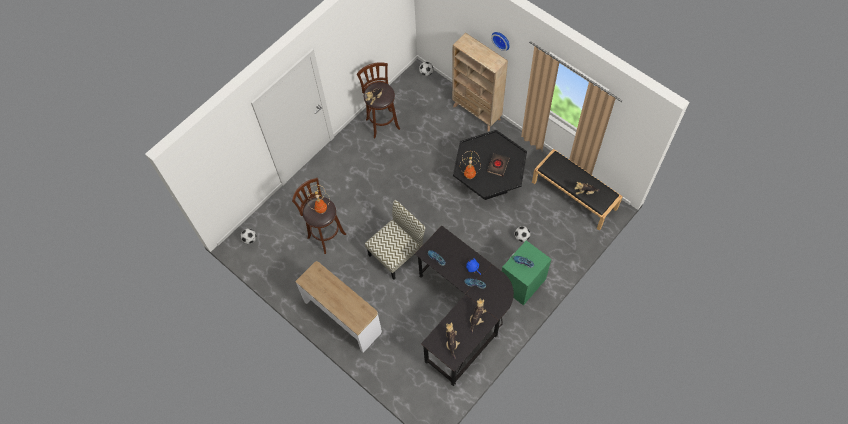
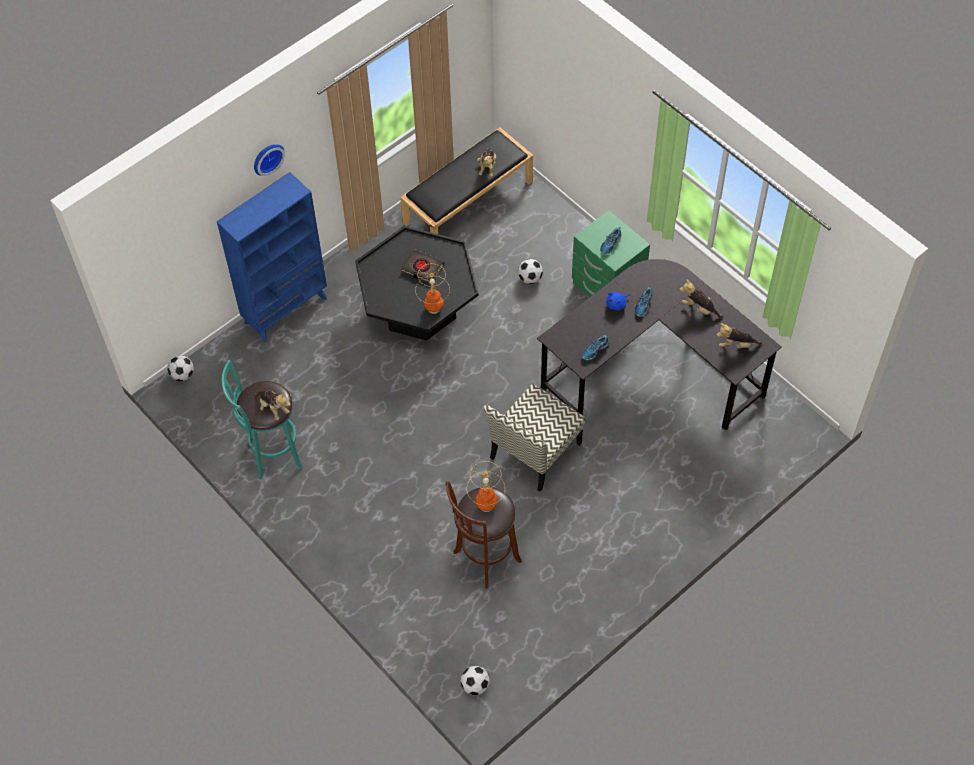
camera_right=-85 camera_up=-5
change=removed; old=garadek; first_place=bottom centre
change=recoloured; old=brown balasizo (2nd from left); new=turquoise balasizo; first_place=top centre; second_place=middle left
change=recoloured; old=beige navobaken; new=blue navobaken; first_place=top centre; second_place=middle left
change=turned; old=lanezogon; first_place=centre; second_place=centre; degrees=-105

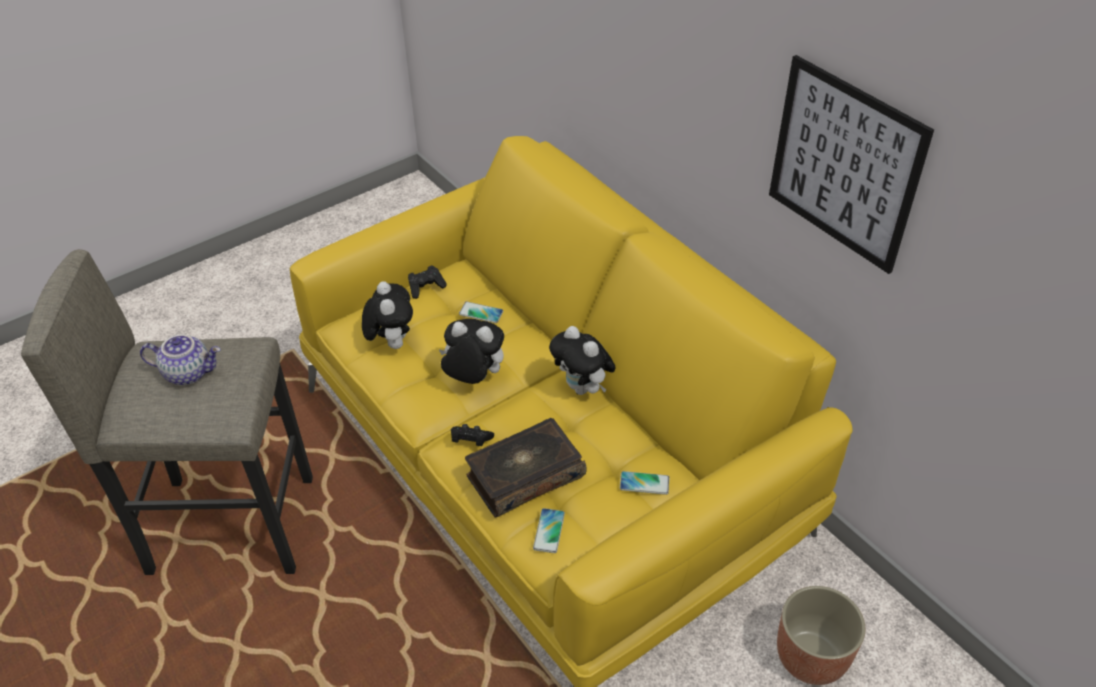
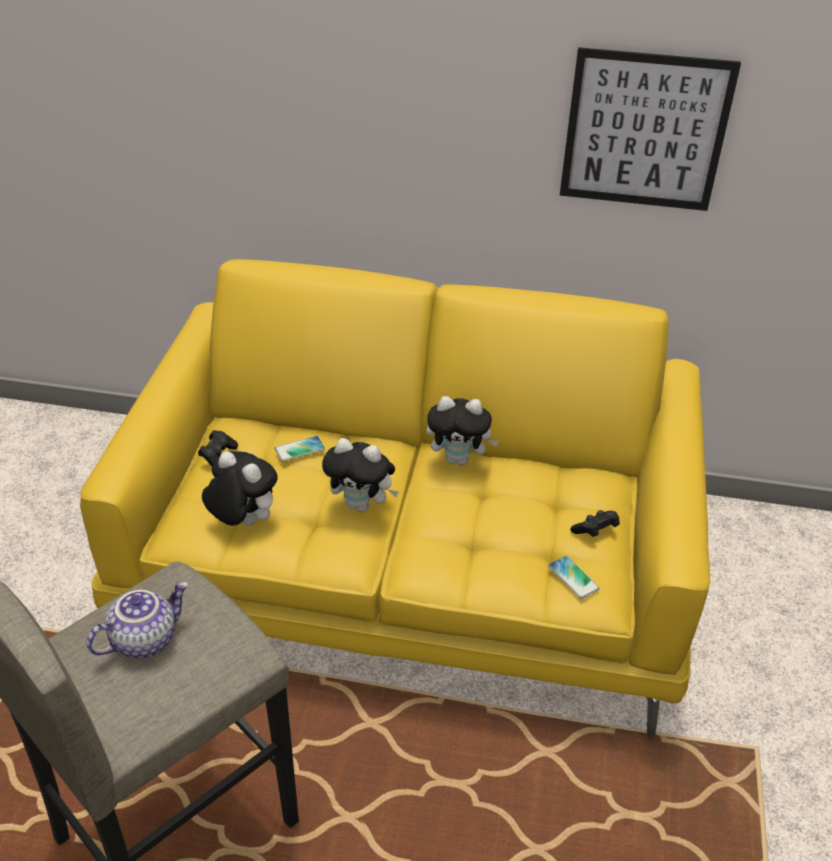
camera_right=-45 camera_up=-5
change=removed; old=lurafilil; first_place=bottom centre
change=removed; old=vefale (3rd from left); first_place=bottom centre
change=removed; old=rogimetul; first_place=bottom right
change=moved; old=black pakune (2nd from left); first_place=centre; second_place=middle right
change=turned; old=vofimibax (2nd from left); first_place=centre; second_place=centre; degrees=-135

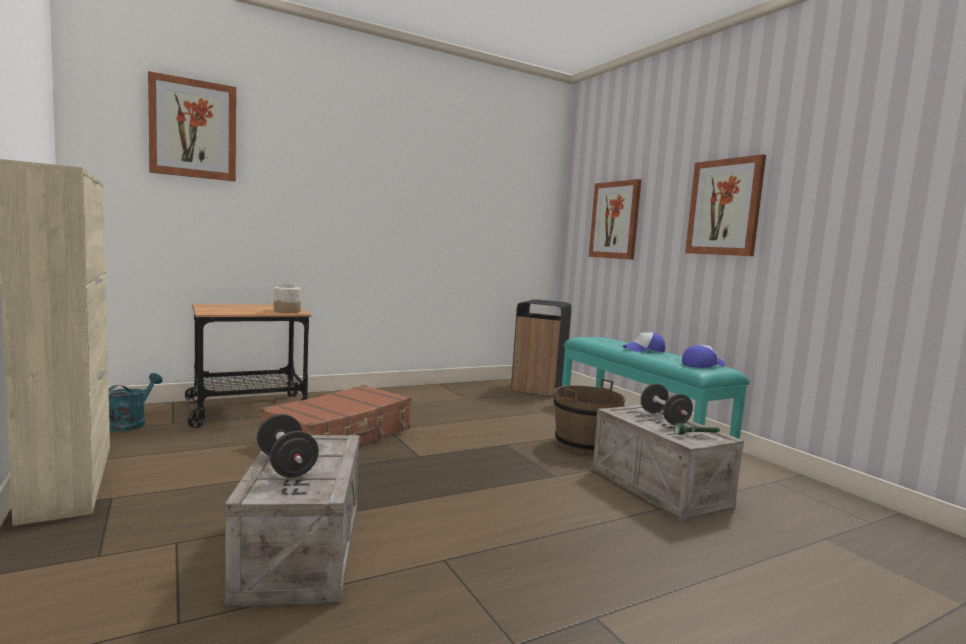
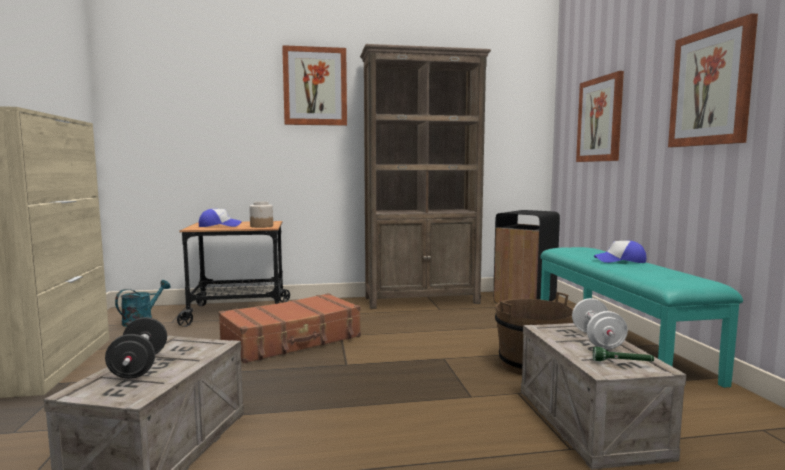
camera_right=20 camera_up=0
change=added; new=brown navobaken; second_place=centre
change=moved; old=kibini (1st from left); first_place=top left; second_place=top centre
change=moved; old=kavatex (2nd from left in the first image); new=kavatex (1st from left); first_place=middle right; second_place=middle left
change=recoloured; old=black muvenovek (2nd from left); new=white muvenovek; first_place=middle right; second_place=bottom right

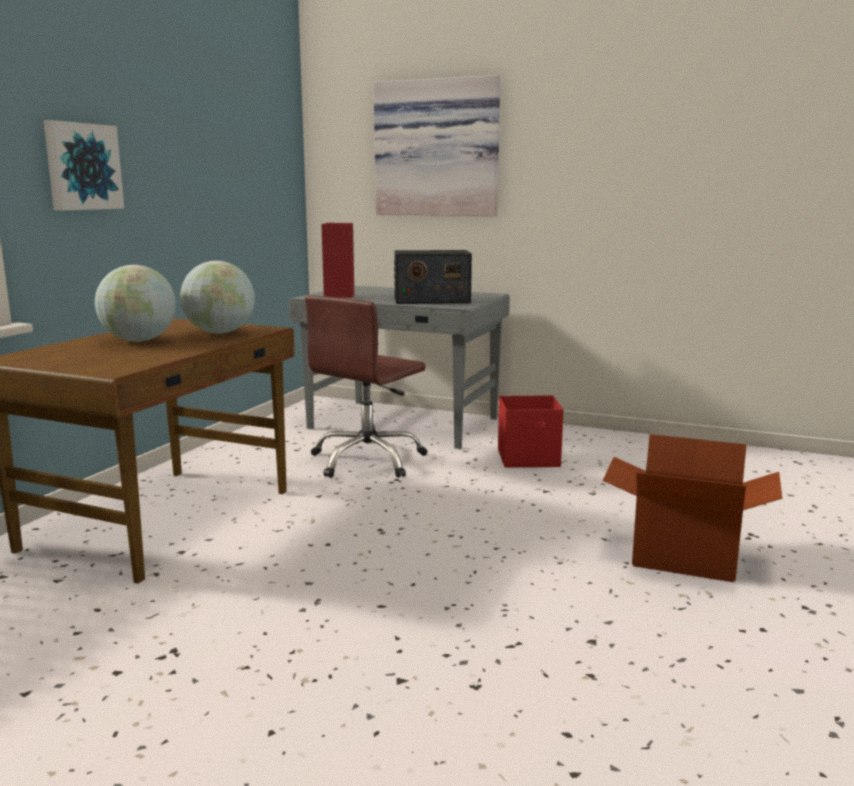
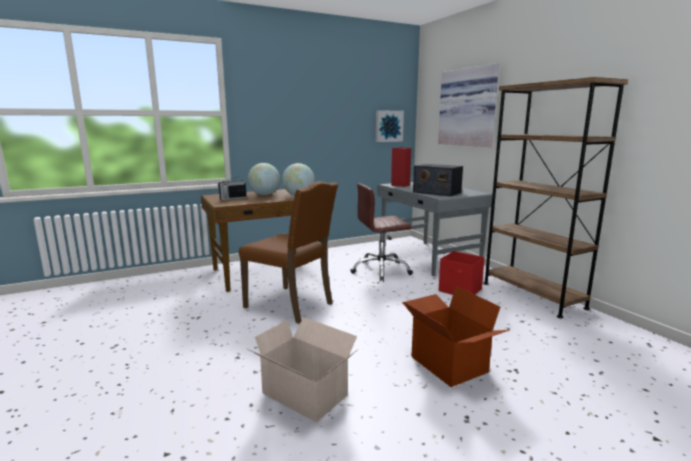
camera_right=40 camera_up=0
change=added; new=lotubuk (1st from left); second_place=centre
change=added; new=brown lanezogon; second_place=centre
change=added; new=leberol (1st from left); second_place=bottom centre
change=added; new=brown navobaken; second_place=middle right
change=moved; old=kibini (1st from left); first_place=top left; second_place=top centre

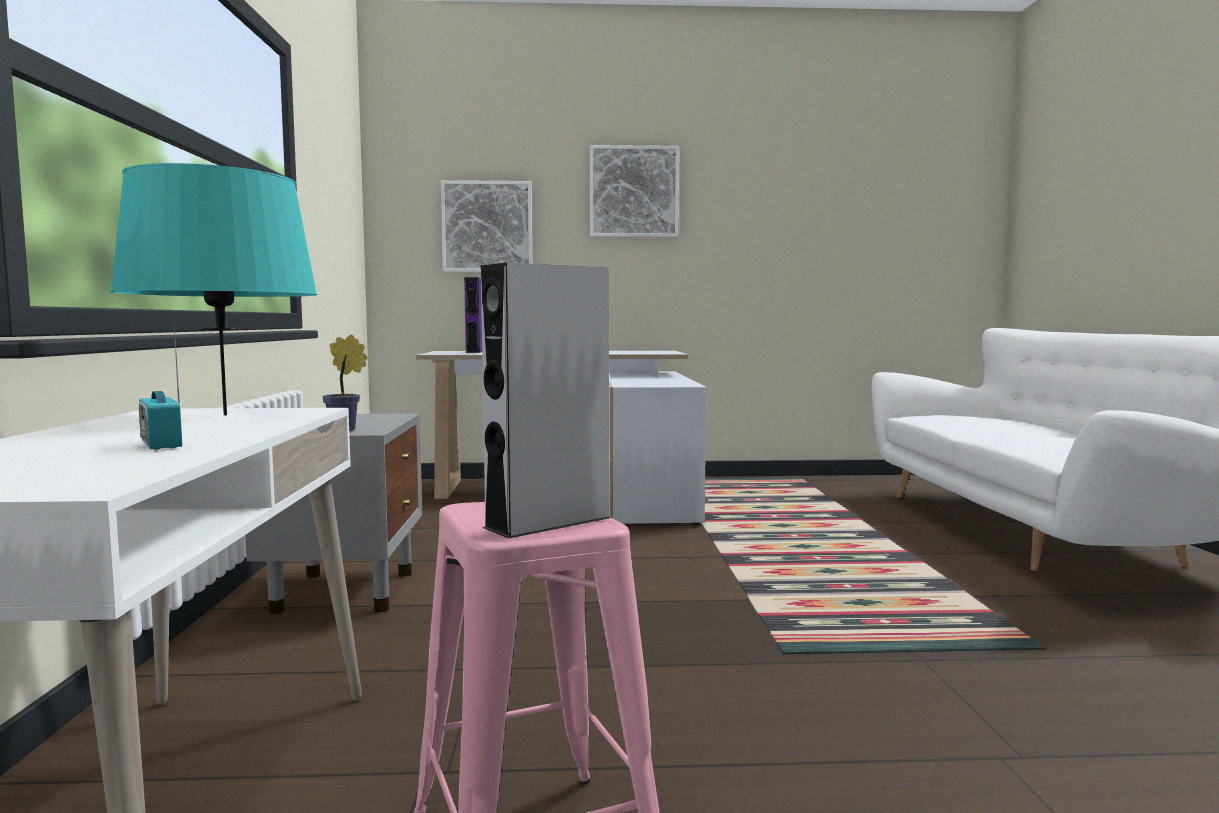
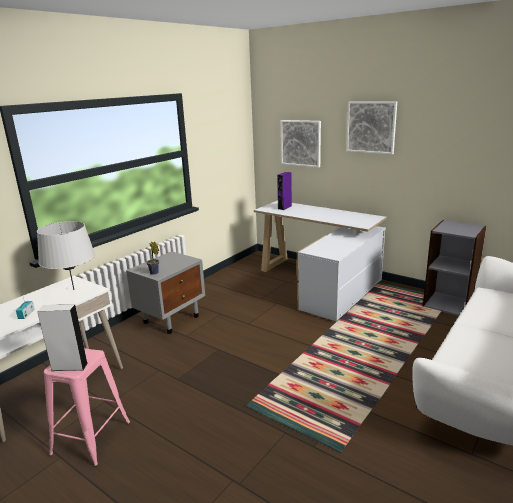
camera_right=40 camera_up=15
change=added; new=grey navobaken; second_place=middle right
change=recoloured; old=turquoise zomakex; new=grey zomakex; first_place=middle left; second_place=middle left

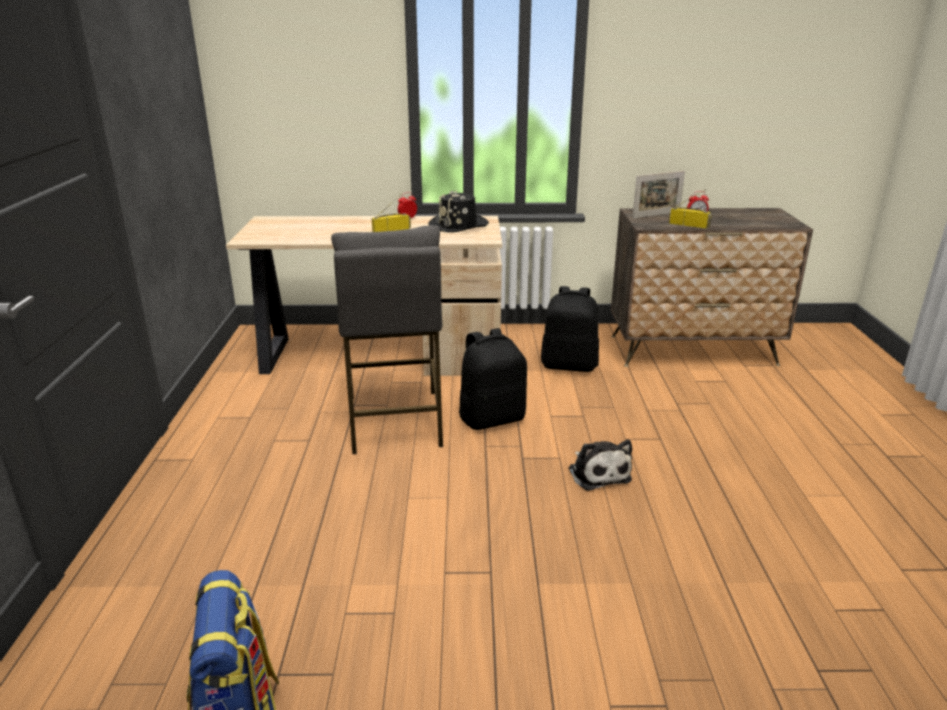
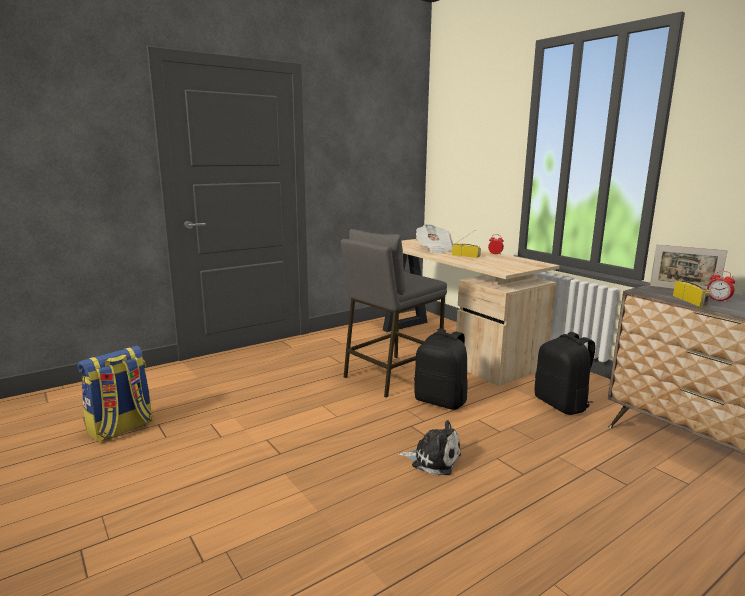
camera_right=55 camera_up=-10
change=removed; old=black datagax; first_place=top centre
change=added; new=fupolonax; second_place=centre
change=turned; old=vofimibax; first_place=centre; second_place=bottom centre; degrees=-105

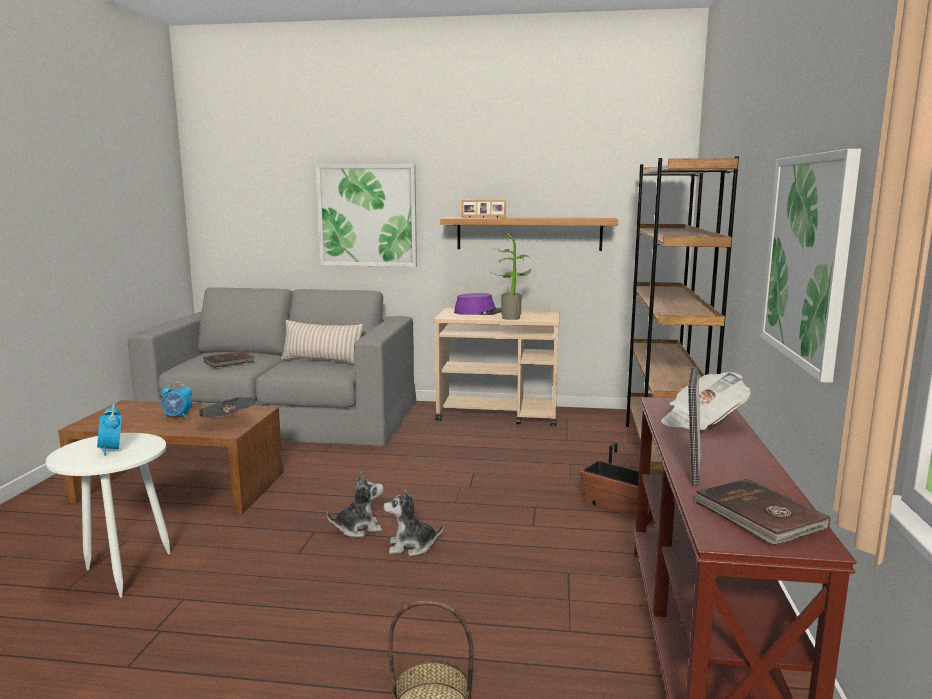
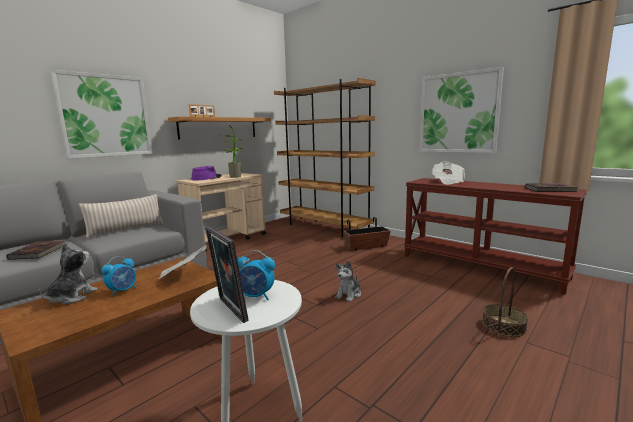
camera_right=-55 camera_up=0
change=moved; old=vofimibax (1st from left); first_place=bottom centre; second_place=middle left
change=moved; old=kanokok (2nd from left); first_place=middle right; second_place=centre

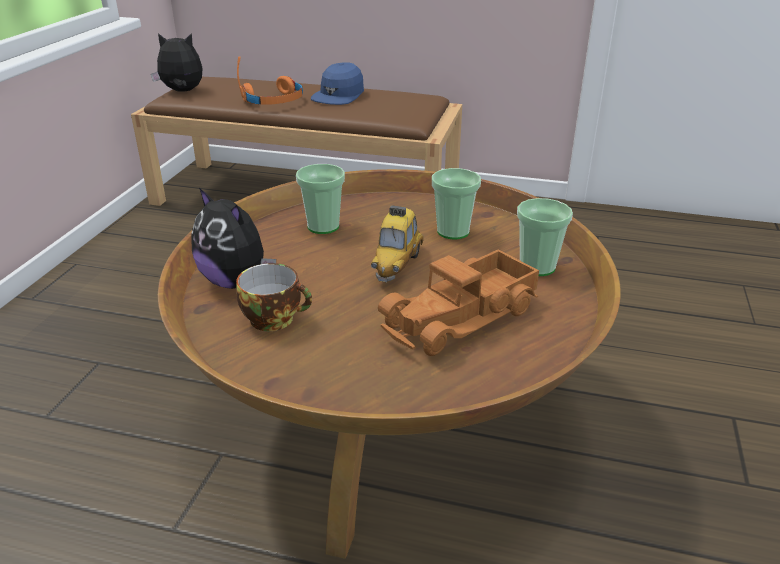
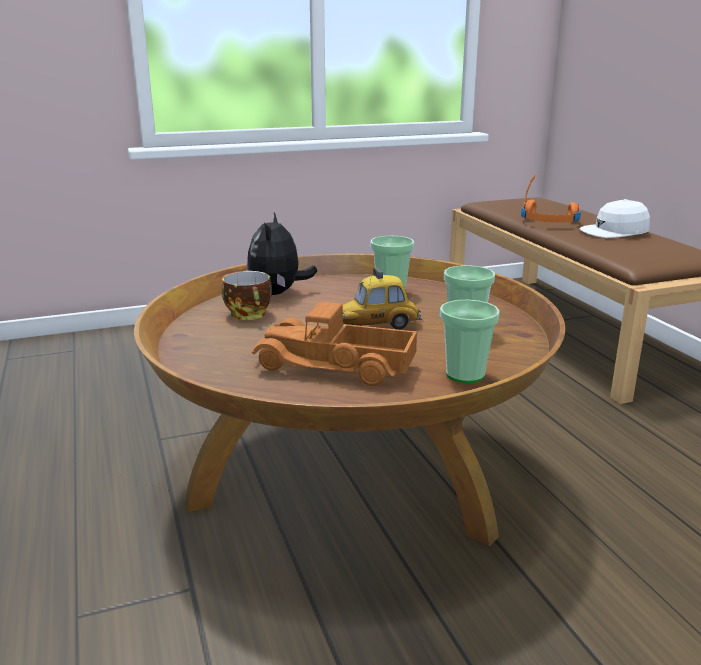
camera_right=55 camera_up=-10
change=removed; old=vofimibax (1st from left); first_place=top left
change=recoloured; old=blue kavatex; new=white kavatex; first_place=top centre; second_place=top right

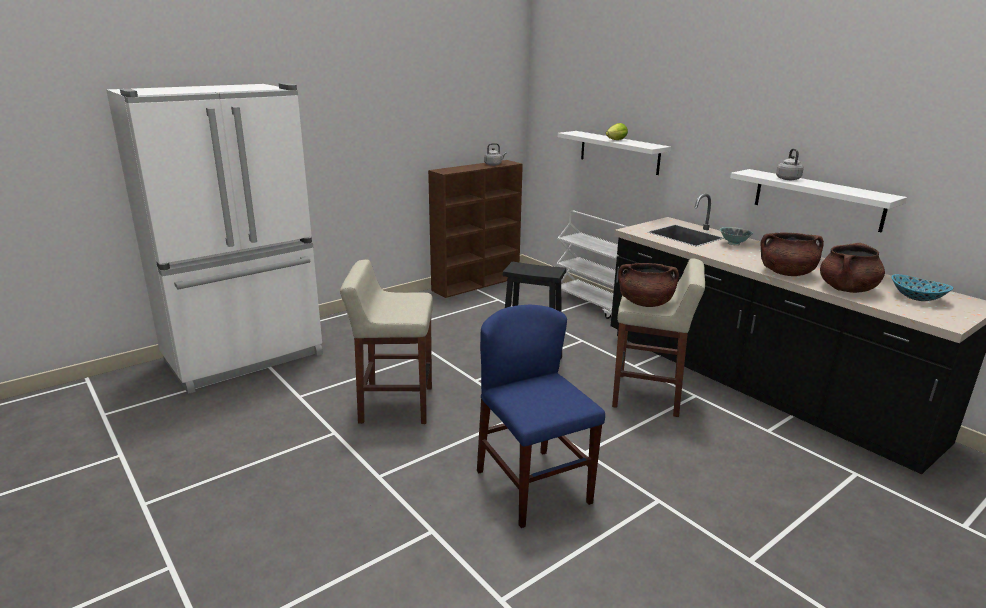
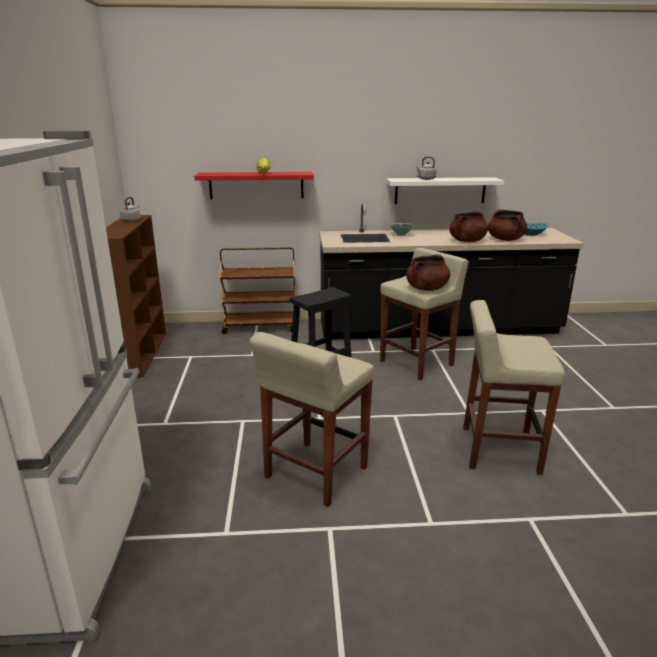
camera_right=-55 camera_up=0
change=replaced; old=blue lanezogon; new=beige balasizo (3rd from left); first_place=bottom centre; second_place=middle right
change=recoloured; old=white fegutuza; new=brown fegutuza; first_place=centre; second_place=centre
change=recoloured; old=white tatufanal (1st from left); new=red tatufanal; first_place=top centre; second_place=top centre

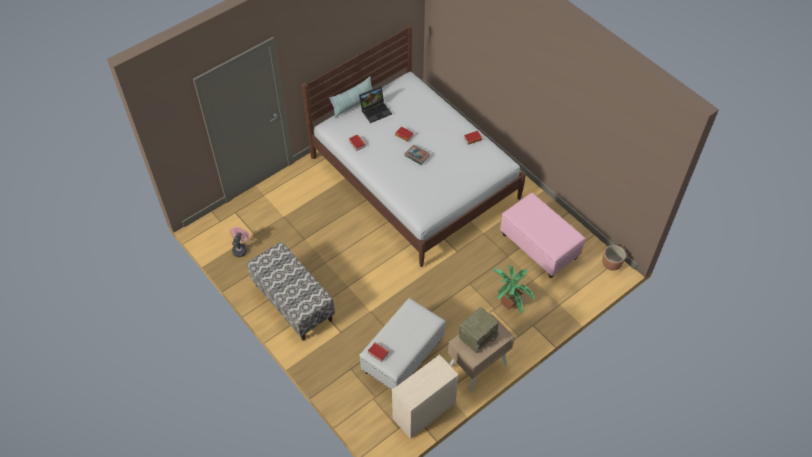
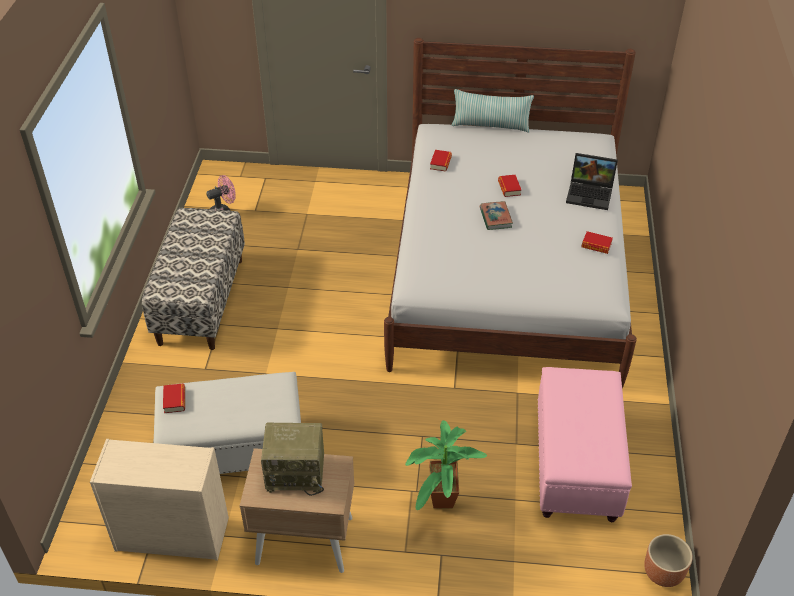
camera_right=45 camera_up=-10
change=moved; old=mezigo; first_place=top centre; second_place=top right

